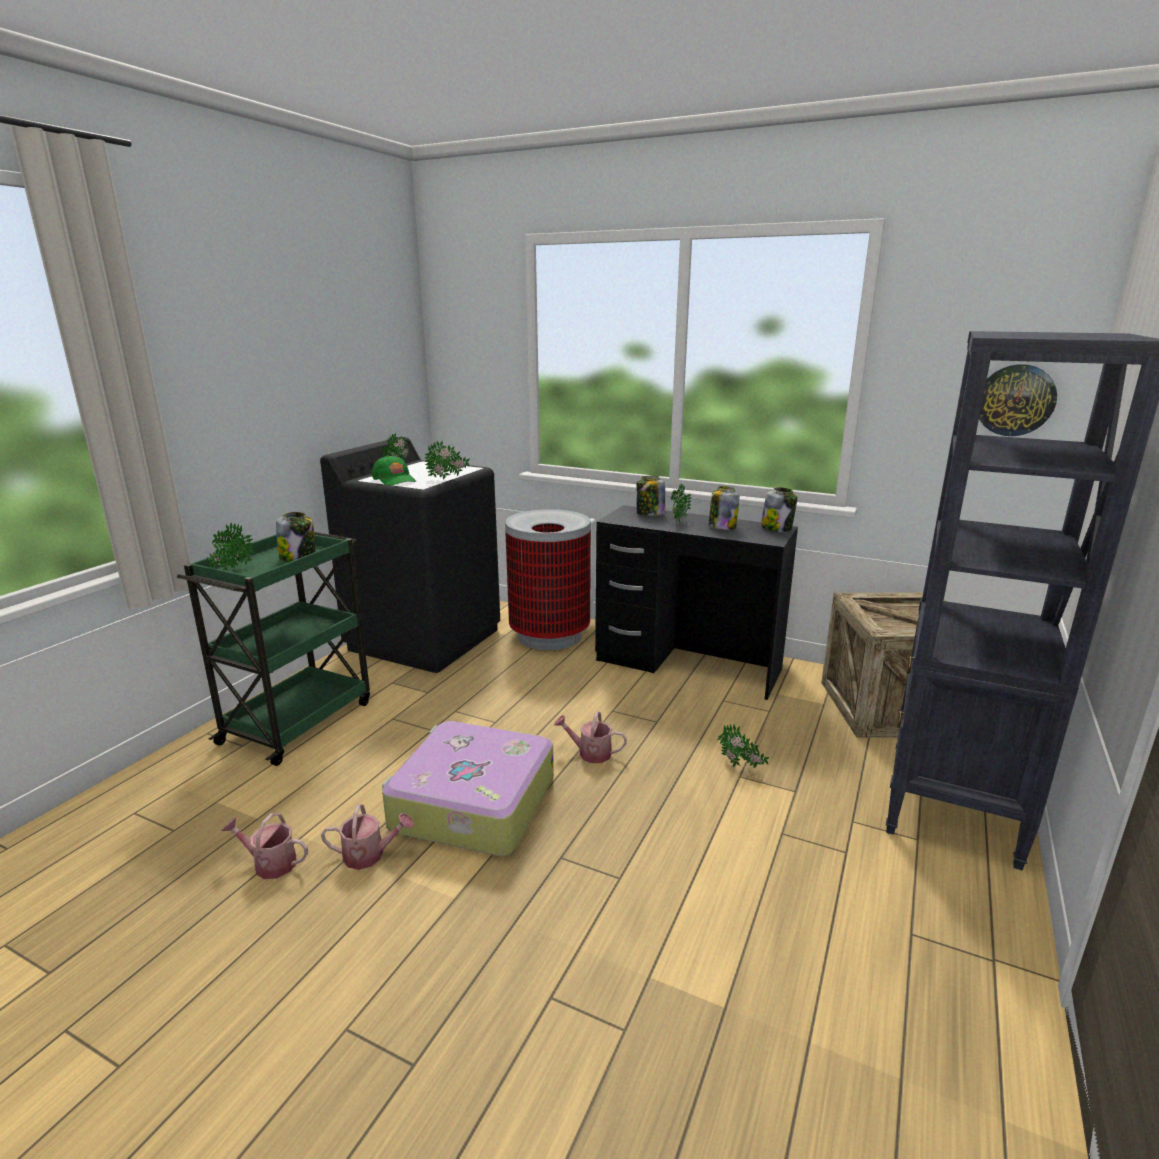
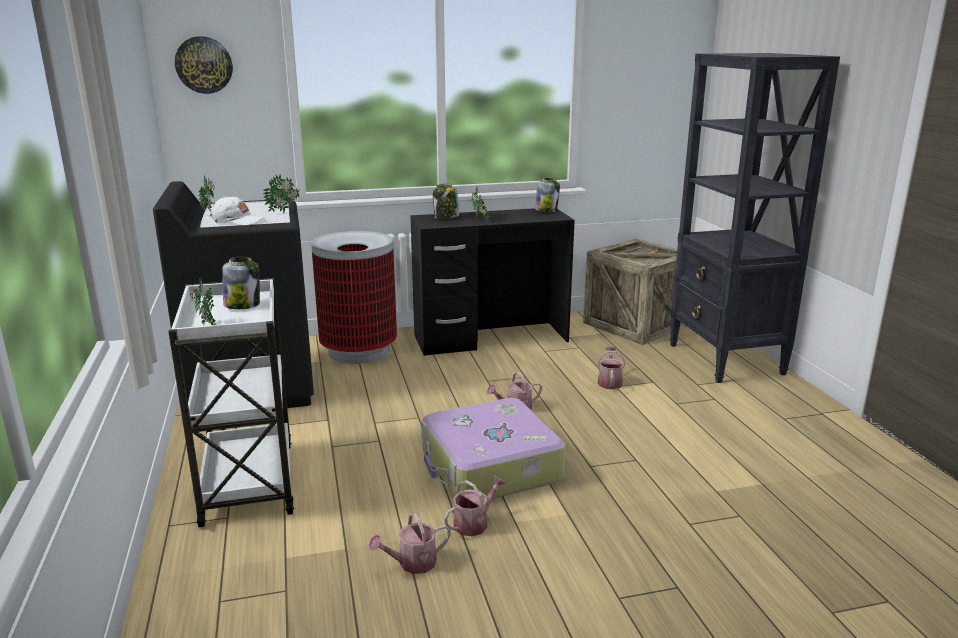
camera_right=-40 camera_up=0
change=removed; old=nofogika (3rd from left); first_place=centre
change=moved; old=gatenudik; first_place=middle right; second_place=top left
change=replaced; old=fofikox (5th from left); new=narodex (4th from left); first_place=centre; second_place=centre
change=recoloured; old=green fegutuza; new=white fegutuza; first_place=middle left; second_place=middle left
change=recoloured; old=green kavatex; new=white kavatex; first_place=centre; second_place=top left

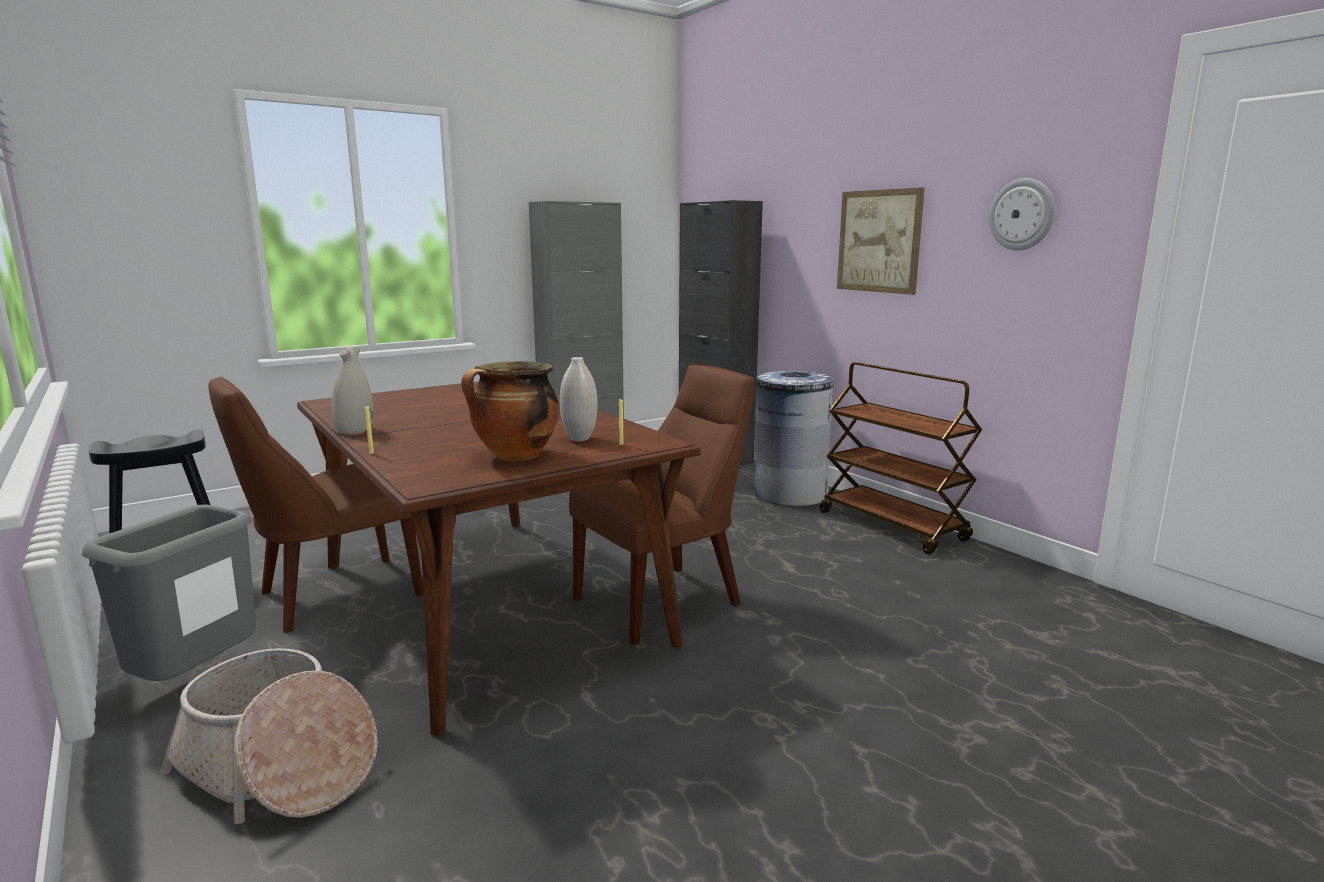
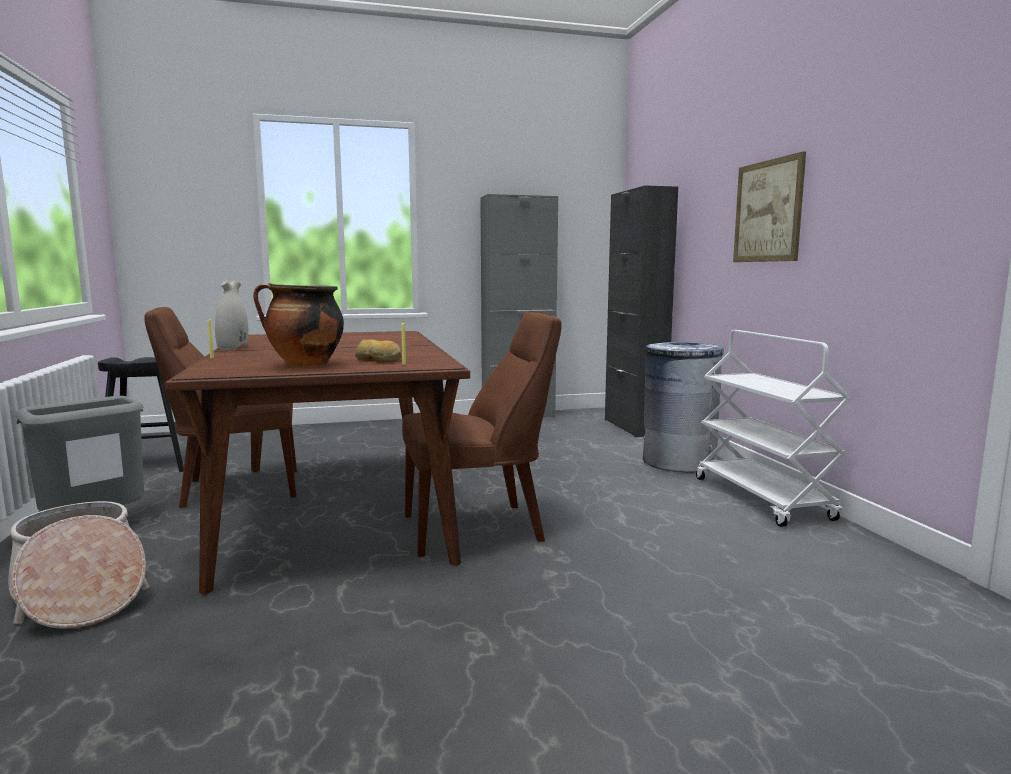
camera_right=20 camera_up=-5
change=removed; old=gatenudik; first_place=top right
change=replaced; old=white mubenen (2nd from left); new=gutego; first_place=centre; second_place=centre
change=recoloured; old=brown fegutuza; new=white fegutuza; first_place=middle right; second_place=middle right

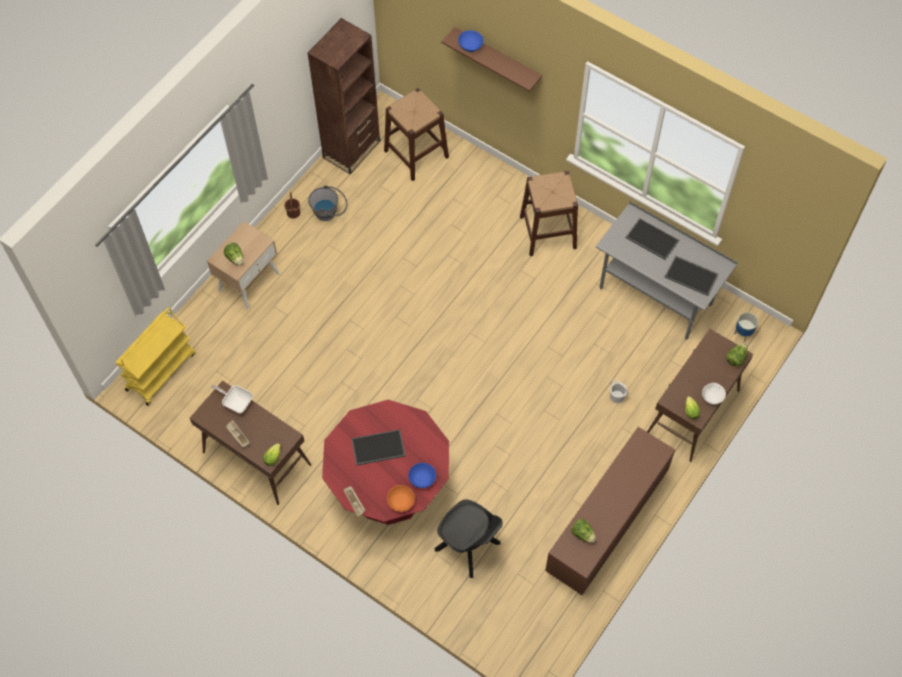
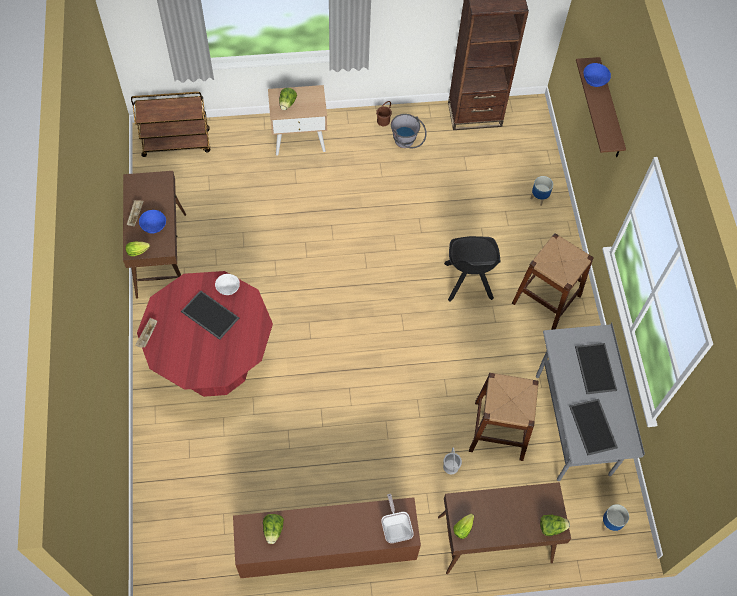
camera_right=45 camera_up=0
change=removed; old=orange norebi; first_place=bottom centre
change=added; new=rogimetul (1st from left); second_place=top right
change=moved; old=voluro; first_place=middle left; second_place=bottom centre
change=moved; old=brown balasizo (1st from left); first_place=top centre; second_place=bottom right
change=moved; old=blue norebi (1st from left); first_place=bottom centre; second_place=middle left
change=moved; old=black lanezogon; first_place=bottom centre; second_place=centre
change=moved; old=white norebi; first_place=middle right; second_place=middle left
change=recoloured; old=yellow fegutuza; new=brown fegutuza; first_place=middle left; second_place=top left

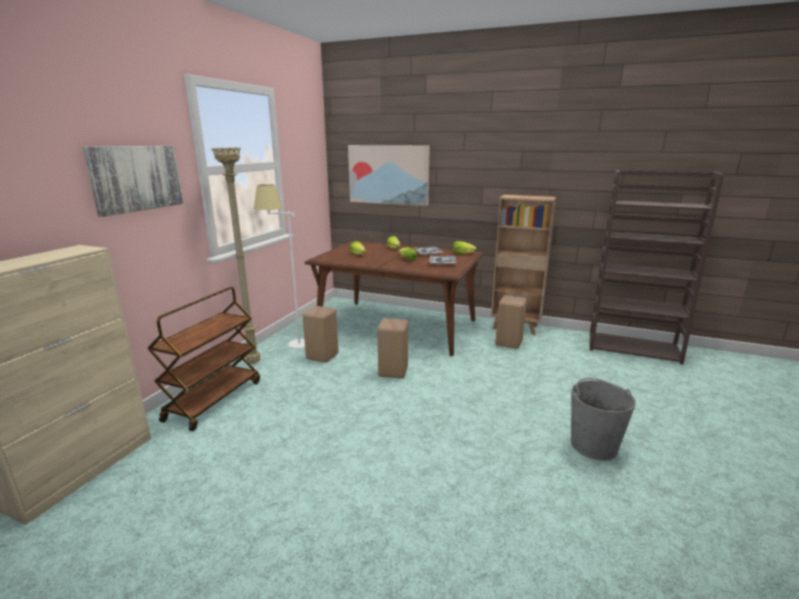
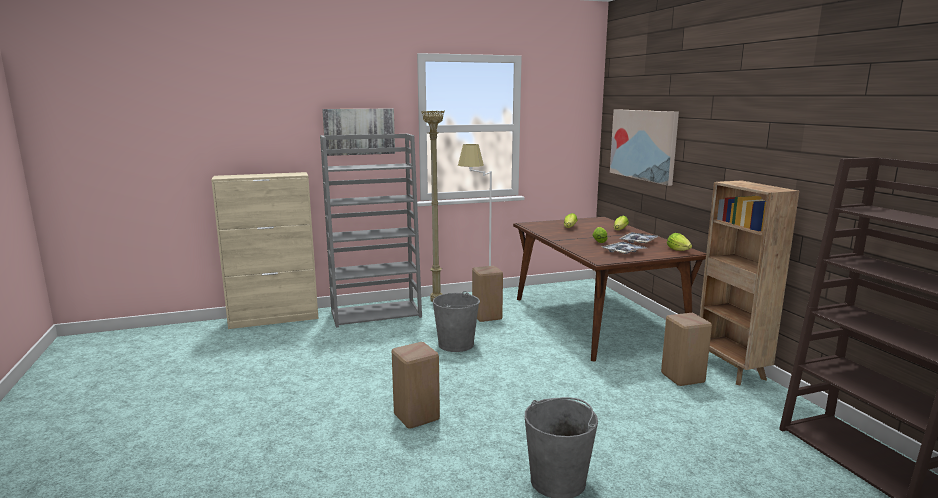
camera_right=50 camera_up=-5
change=added; new=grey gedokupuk (1st from left); second_place=centre
change=moved; old=beige balasizo (2nd from left in the first image); new=beige balasizo (1st from left); first_place=centre; second_place=bottom centre
change=replaced; old=brown fegutuza; new=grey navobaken; first_place=middle left; second_place=centre

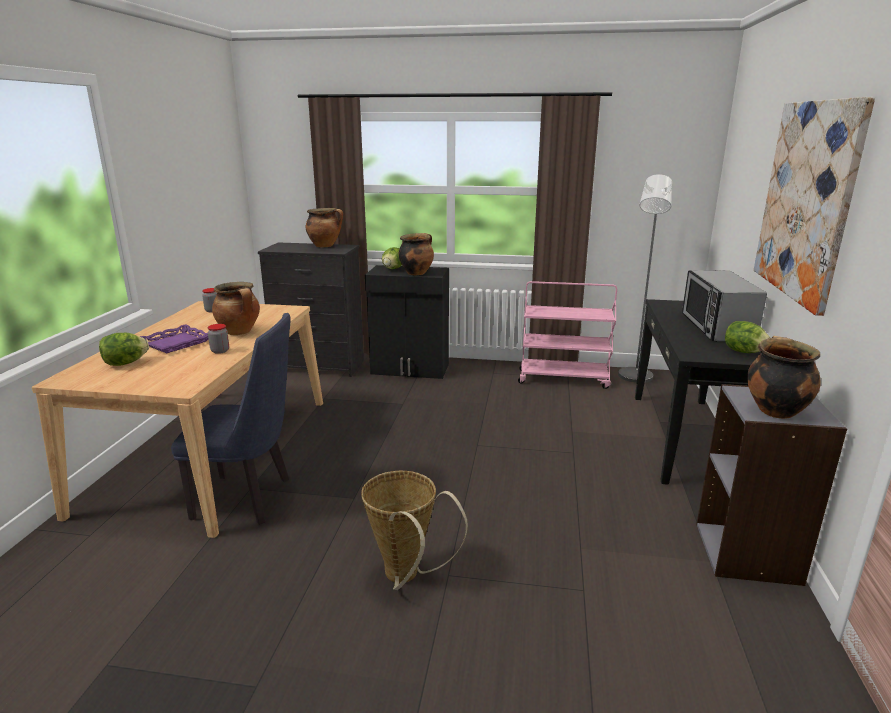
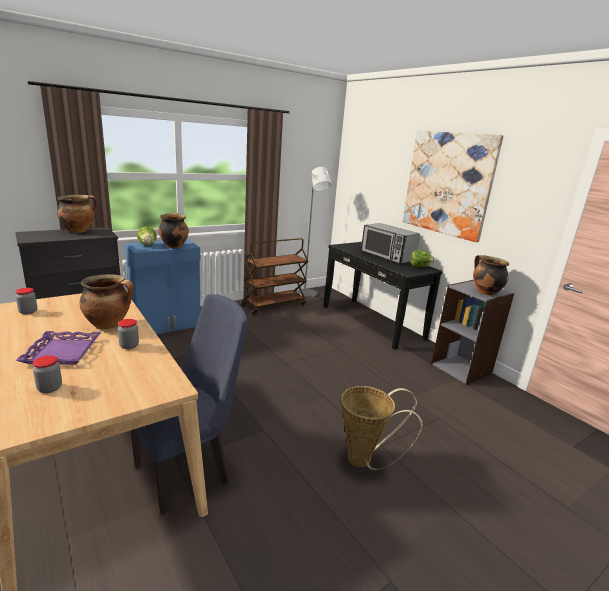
camera_right=-45 camera_up=0
change=replaced; old=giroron (1st from left); new=nofogika (2nd from left); first_place=middle left; second_place=middle left
change=recoloured; old=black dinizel; new=blue dinizel; first_place=centre; second_place=middle left
change=recoloured; old=pink fegutuza; new=brown fegutuza; first_place=centre; second_place=centre

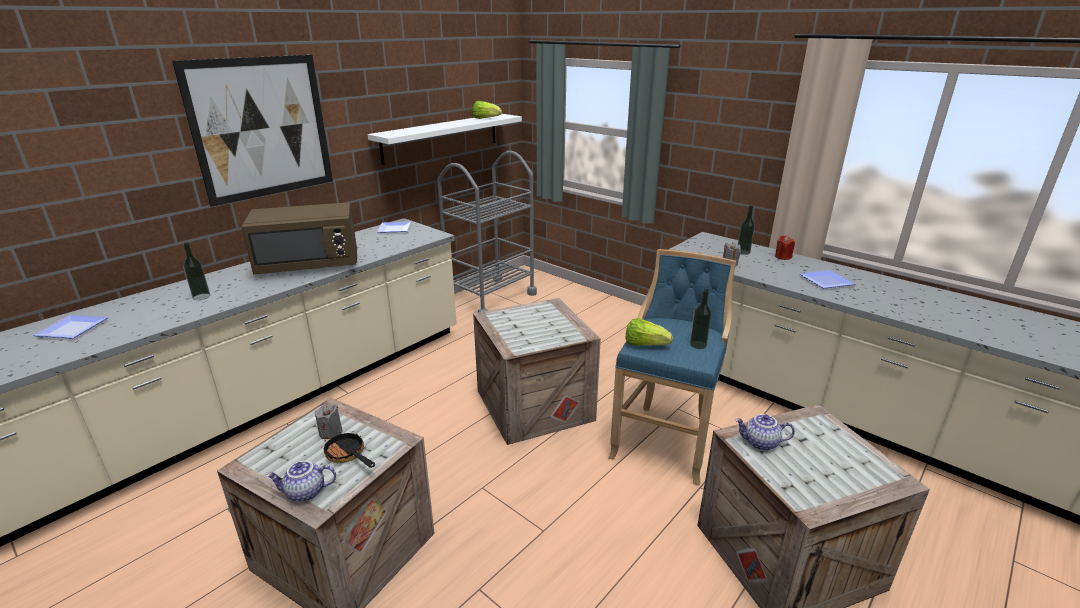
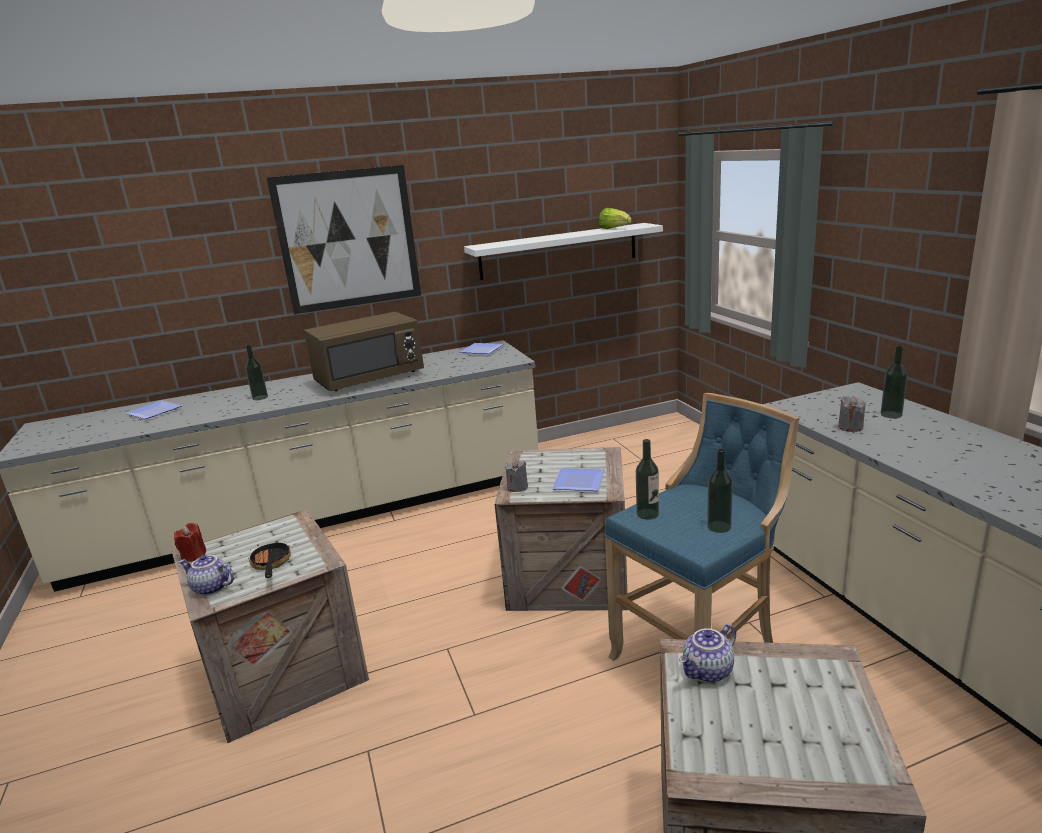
camera_right=30 camera_up=-5
change=removed; old=grey fegutuza; first_place=centre
change=moved; old=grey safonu (1st from left); first_place=bottom left; second_place=centre
change=moved; old=red safonu; first_place=middle right; second_place=middle left
change=moved; old=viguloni (3rd from left); first_place=middle right; second_place=centre
change=replaced; old=giroron (2nd from left); new=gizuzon (2nd from left); first_place=centre; second_place=centre
change=turned; old=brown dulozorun; first_place=middle left; second_place=centre; degrees=-45
change=turned; old=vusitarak (2nd from left); first_place=bottom right; second_place=bottom right; degrees=-75

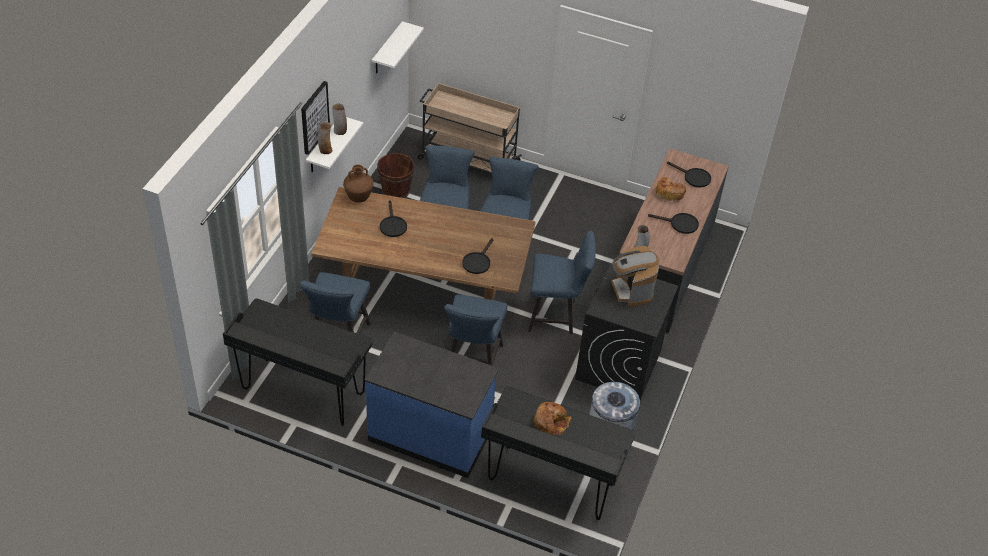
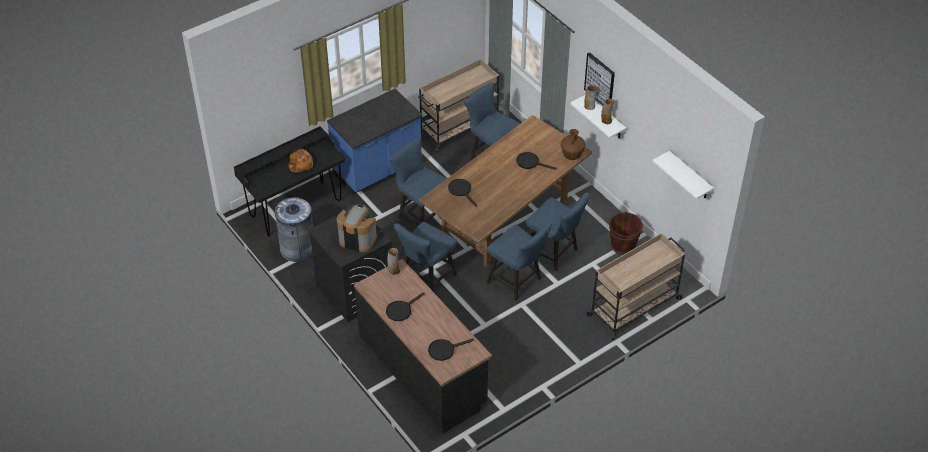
camera_right=125 camera_up=0
change=removed; old=gutego (2nd from left); first_place=middle right
change=replaced; old=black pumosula (1st from left); new=beige fegutuza (1st from left); first_place=middle left; second_place=top centre

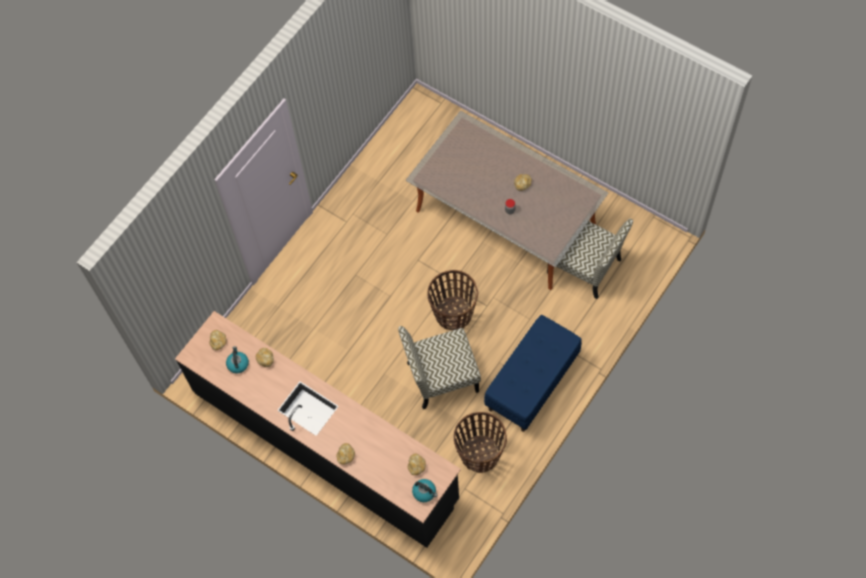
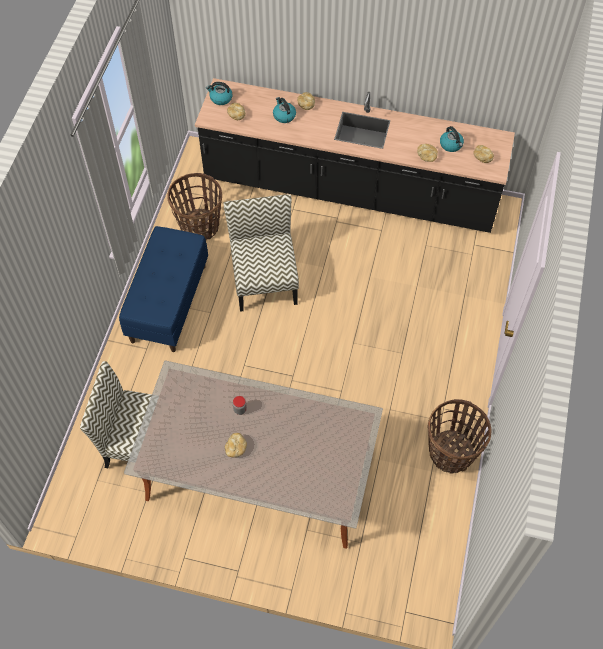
camera_right=155 camera_up=-5
change=added; new=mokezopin (2nd from left); second_place=top centre
change=moved; old=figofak (1st from left in the first image); new=figofak (2nd from left); first_place=centre; second_place=bottom right
change=turned; old=lanezogon (1st from left in the first image); first_place=centre; second_place=centre; degrees=-60

